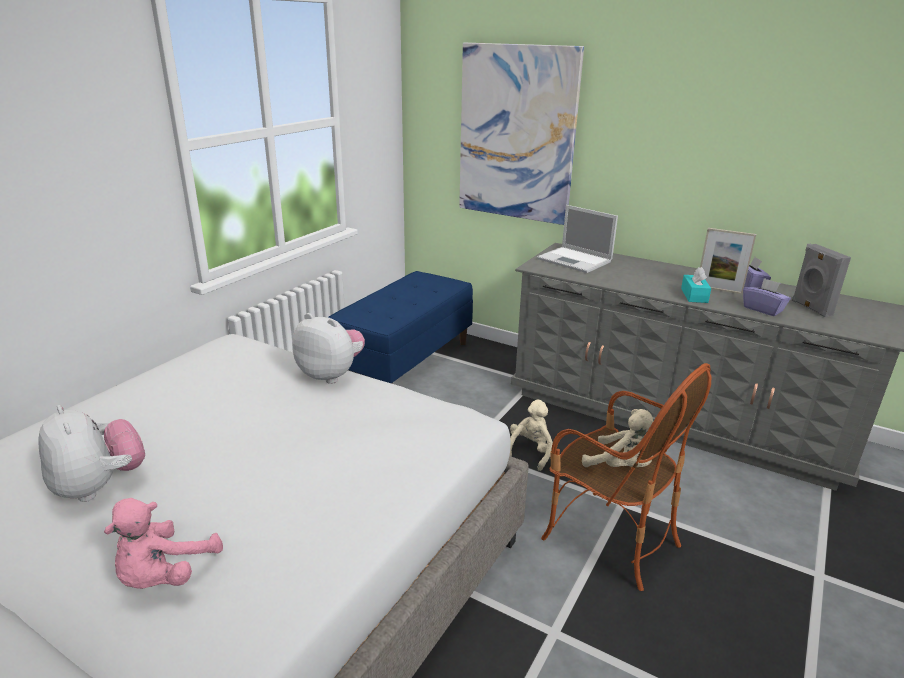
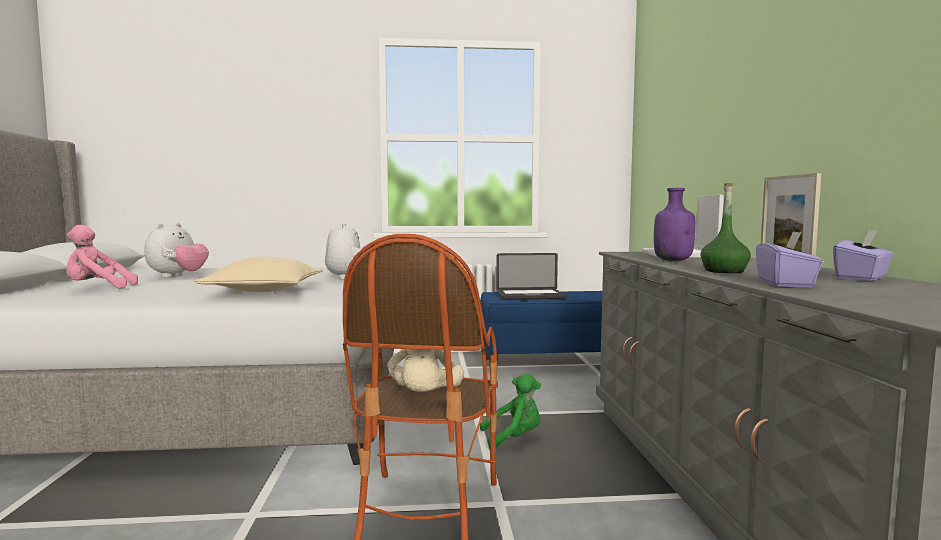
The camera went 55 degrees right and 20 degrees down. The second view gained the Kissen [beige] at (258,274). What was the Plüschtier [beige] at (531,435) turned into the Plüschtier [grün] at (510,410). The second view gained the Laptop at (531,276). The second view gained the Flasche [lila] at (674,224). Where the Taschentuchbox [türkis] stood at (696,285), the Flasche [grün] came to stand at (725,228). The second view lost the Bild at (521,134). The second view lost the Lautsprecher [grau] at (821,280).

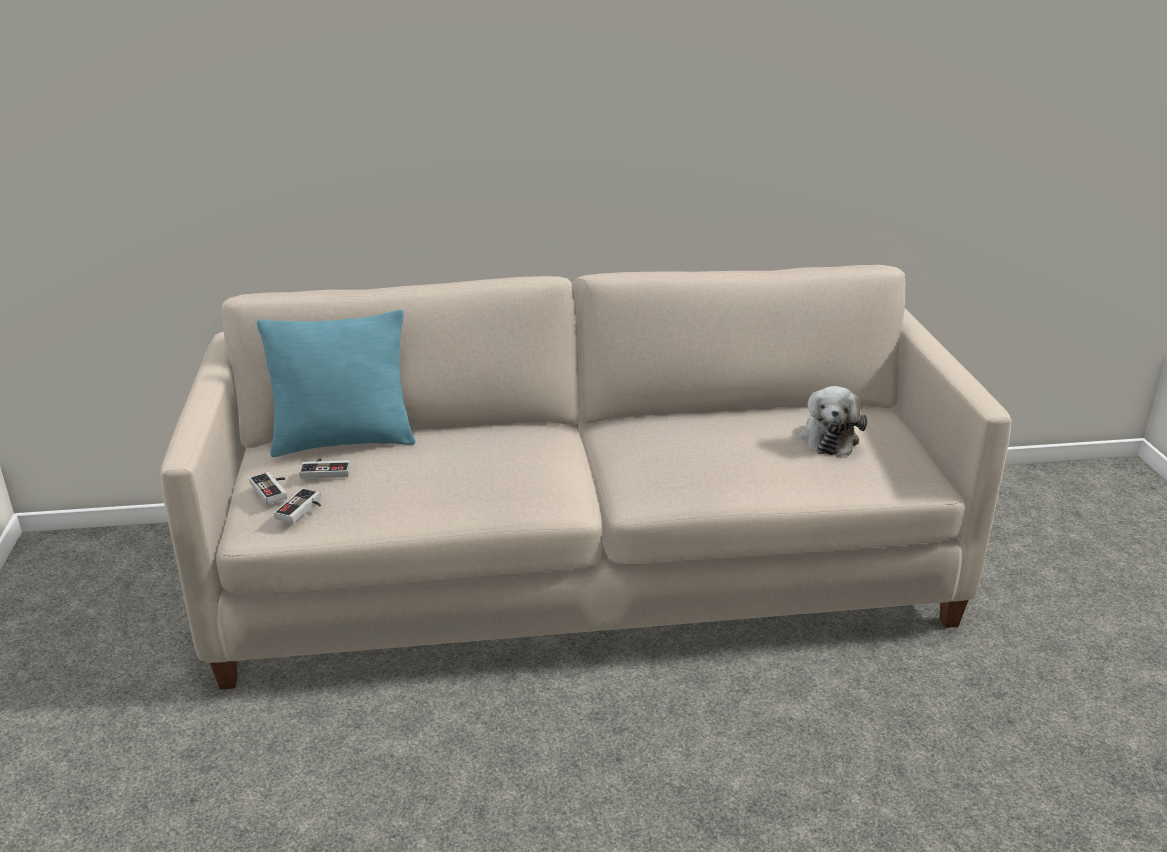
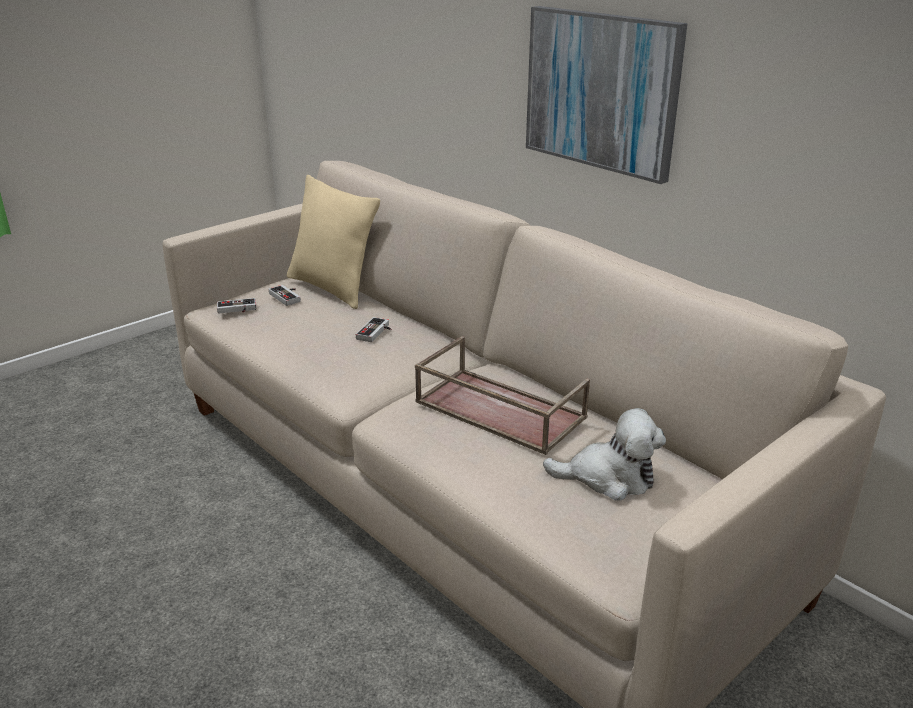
The camera went 55 degrees right and 0 degrees up. What was the Kissen [türkis] at (336,383) turned into the Kissen [beige] at (333,242). The Gamepad ended up elsewhere, having gone from (268,488) to (373,329). The second view gained the Tablett [braun] at (502,395). The second view gained the Bild at (607,95). The Plüschtier at (832,421) ended up facing another way, 150 degrees counterclockwise from before.

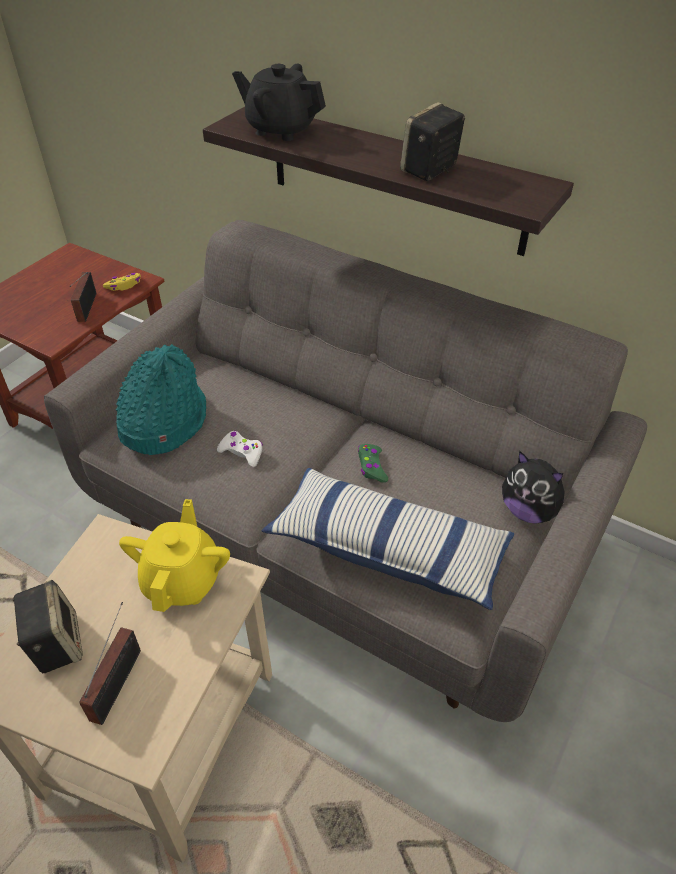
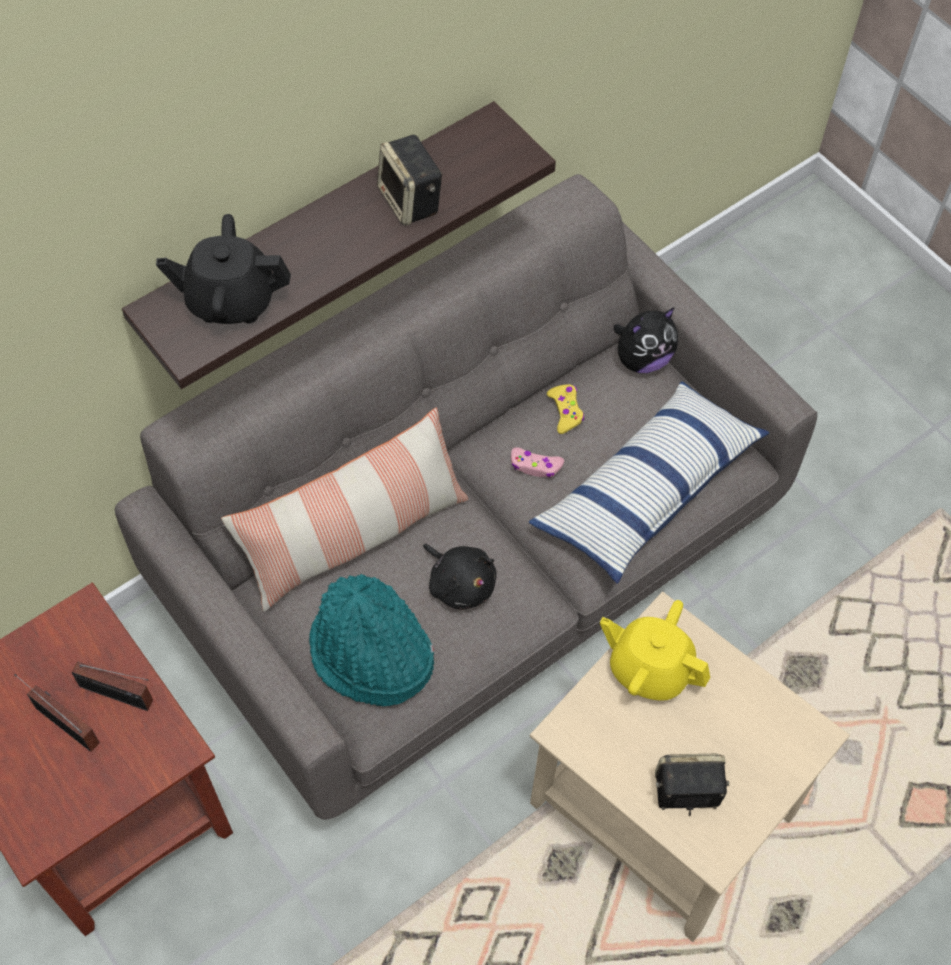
The camera went 70 degrees left and 15 degrees up. The Radio ended up elsewhere, having gone from (110,663) to (57,713). The Teekanne [schwarz] at (279,102) ended up facing another way, 45 degrees clockwise from before. The second view gained the Kissen at (345,510). Where the Gamepad [weiß] stood at (240,449), the Plüschtier [schwarz] came to stand at (459,577). What was the Gamepad [grün] at (373,463) turned into the Gamepad [rosa] at (537,462). The Gamepad [gelb] ended up elsewhere, having gone from (122,282) to (565,409).

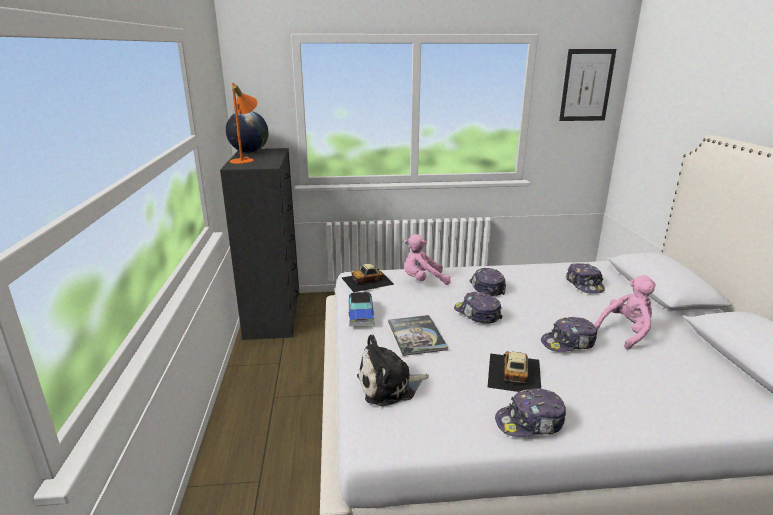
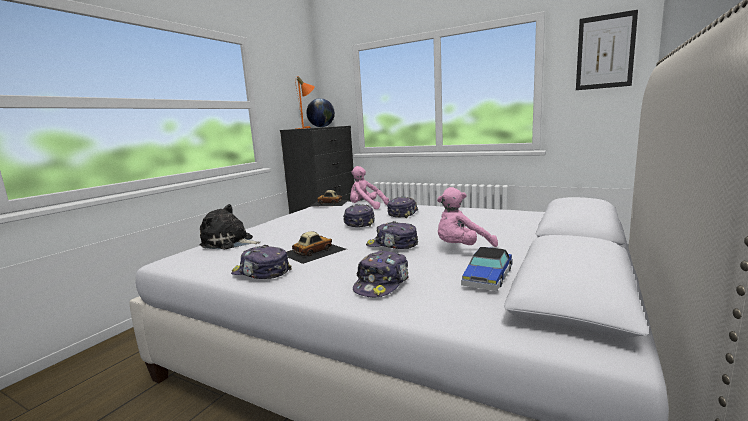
The camera went 35 degrees right and 10 degrees down. The Kappe ended up elsewhere, having gone from (585,278) to (381,273). The Plüschtier [rosa] at (625,312) ended up facing another way, 150 degrees clockwise from before. The Spielzeugauto ended up elsewhere, having gone from (361,309) to (487,269). The second view lost the Buch at (418,335).

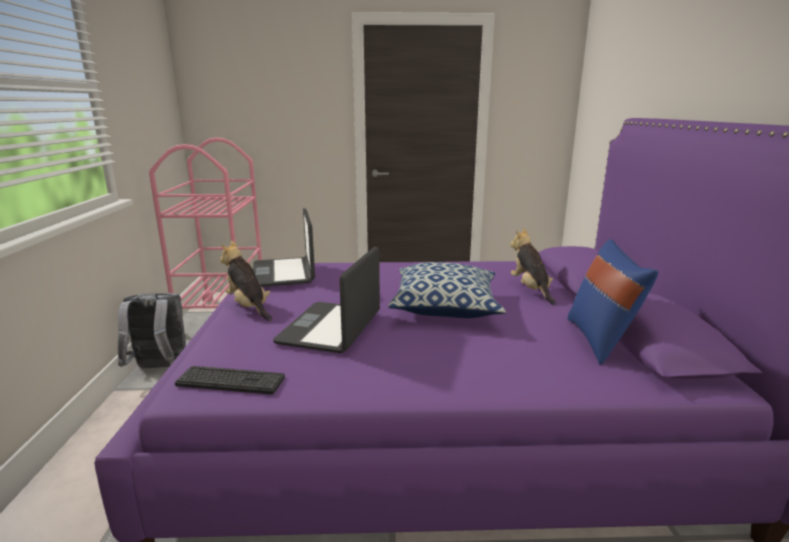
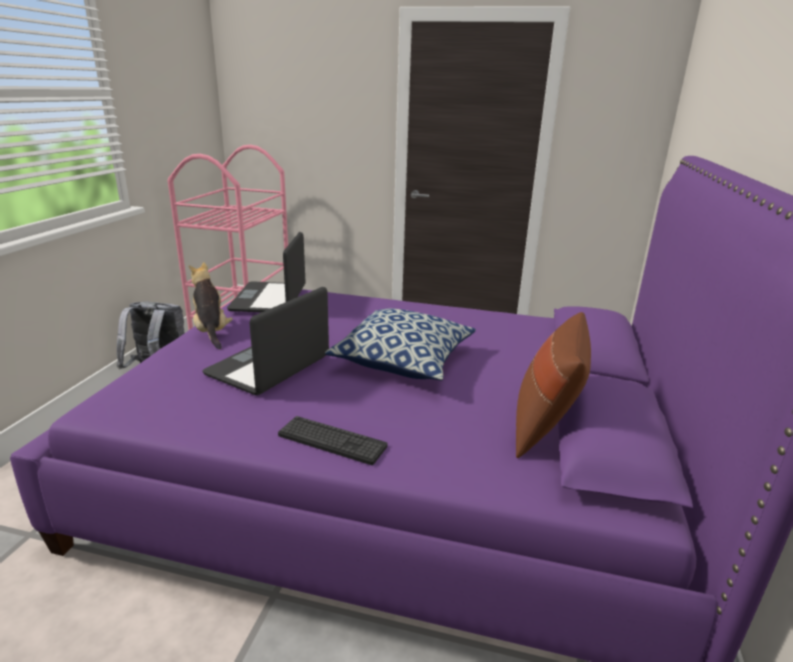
The camera went 15 degrees right and 5 degrees up. The Tastatur ended up elsewhere, having gone from (230,380) to (332,440). What was the Kissen [blau] at (613,302) turned into the Kissen [braun] at (553,385). The second view lost the Plüschtier at (533,266).

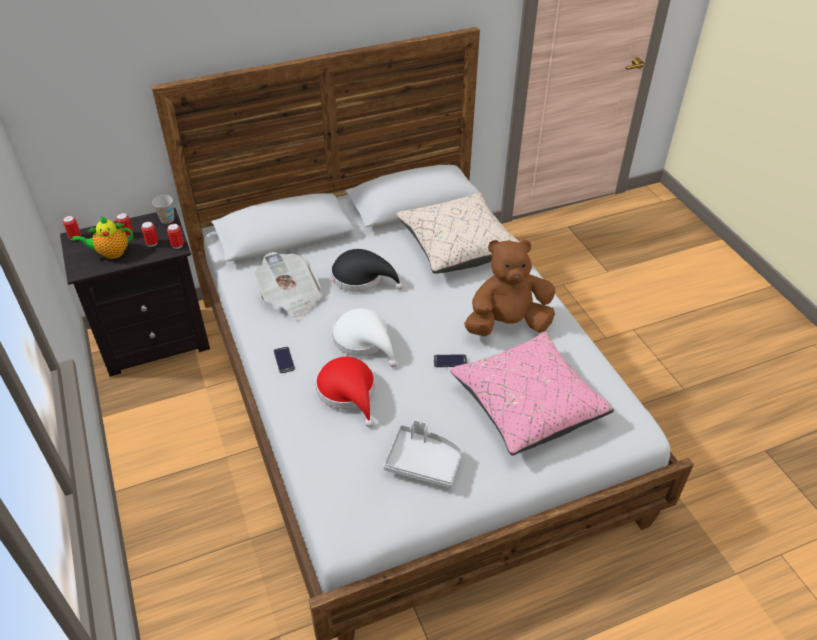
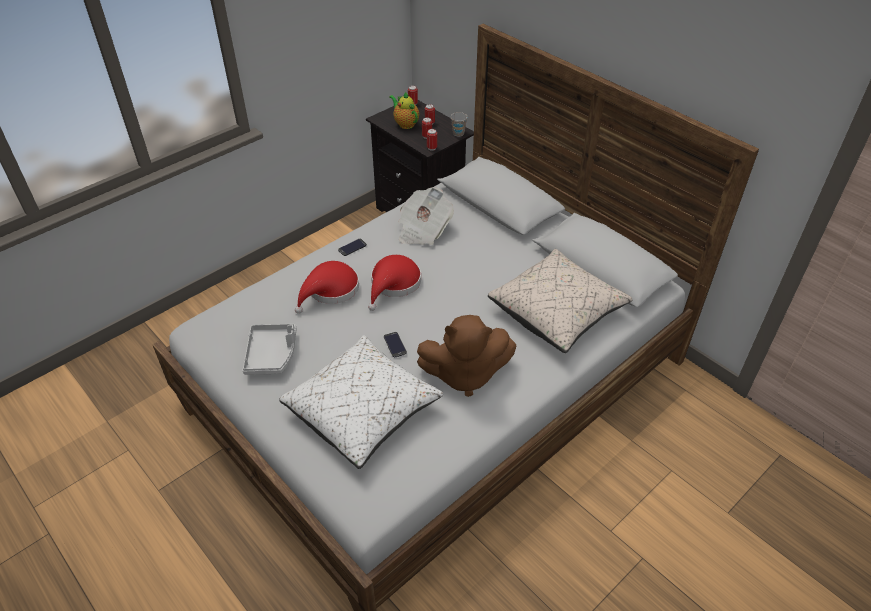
The camera went 70 degrees right and 0 degrees up. What was the Kissen [rosa] at (532,393) turned into the Kissen [weiß] at (361,402). What was the Hut [weiß] at (364,337) turned into the Hut [rot] at (394,283). The Plüschtier [braun] at (509,287) ended up facing another way, 120 degrees clockwise from before. The second view lost the Hut [schwarz] at (367,270).

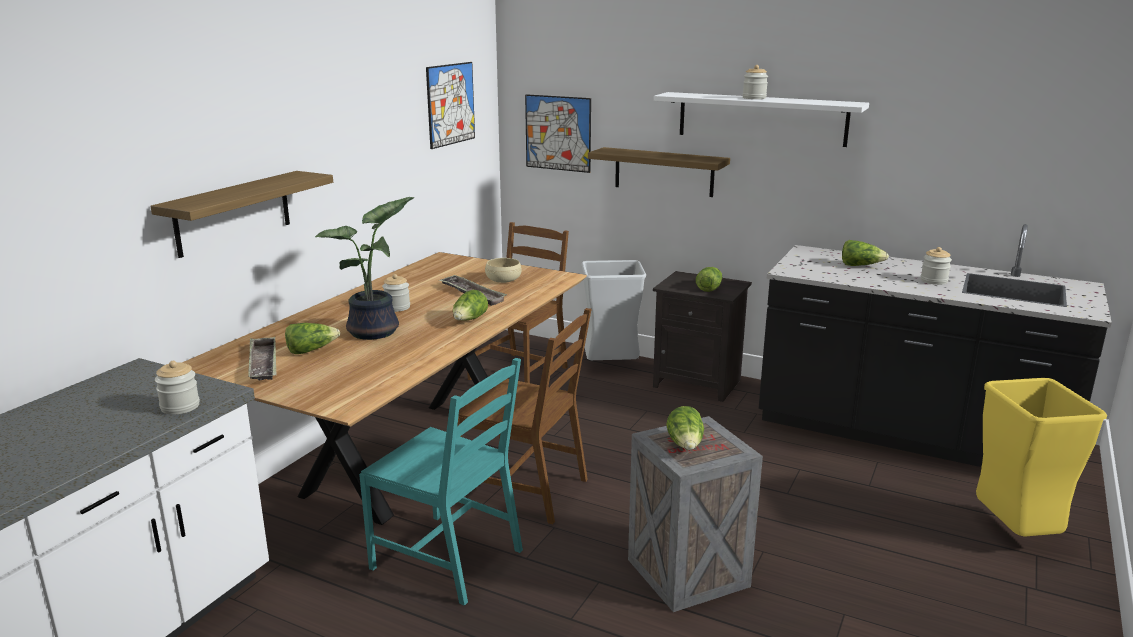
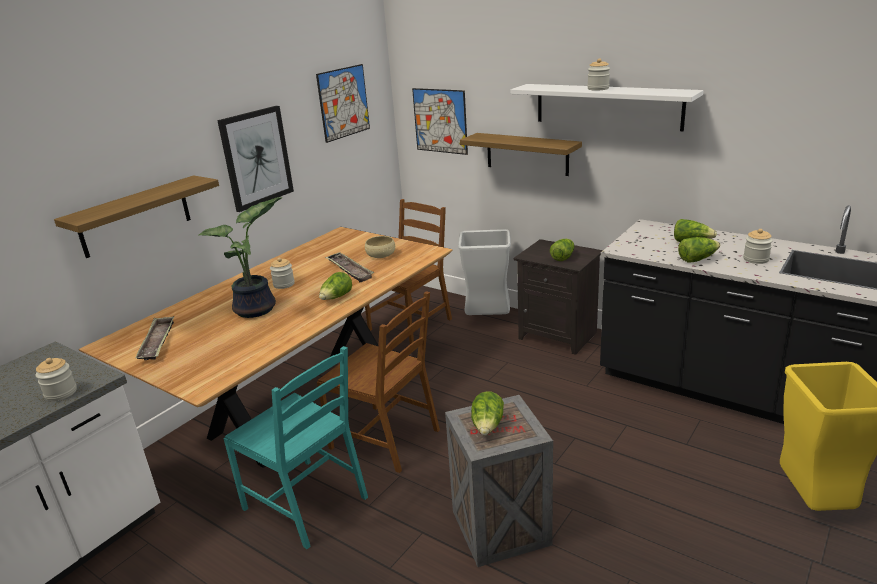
The camera went 10 degrees right and 5 degrees up. The second view gained the Bild at (255,159). The Salatkopf ended up elsewhere, having gone from (312,338) to (699,250).

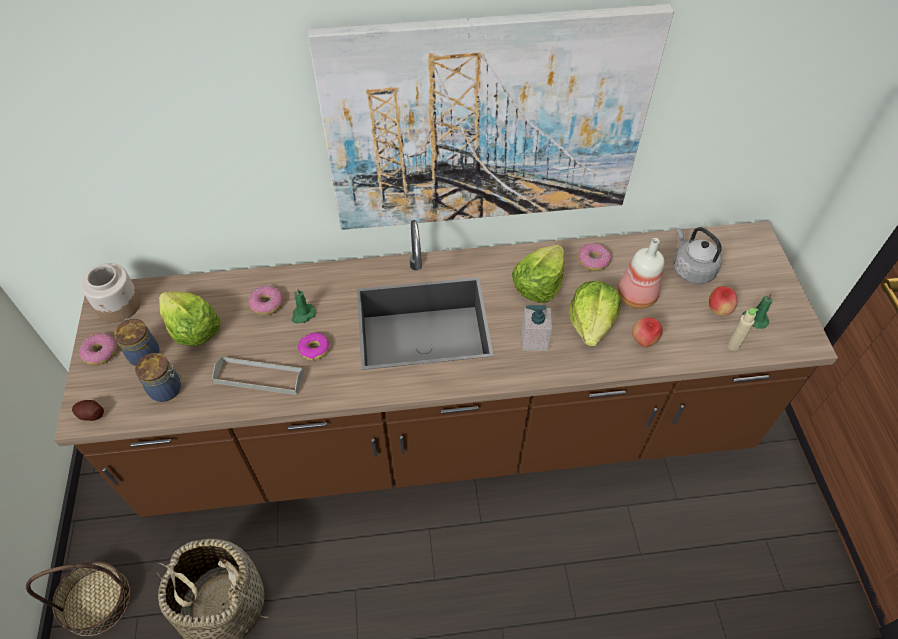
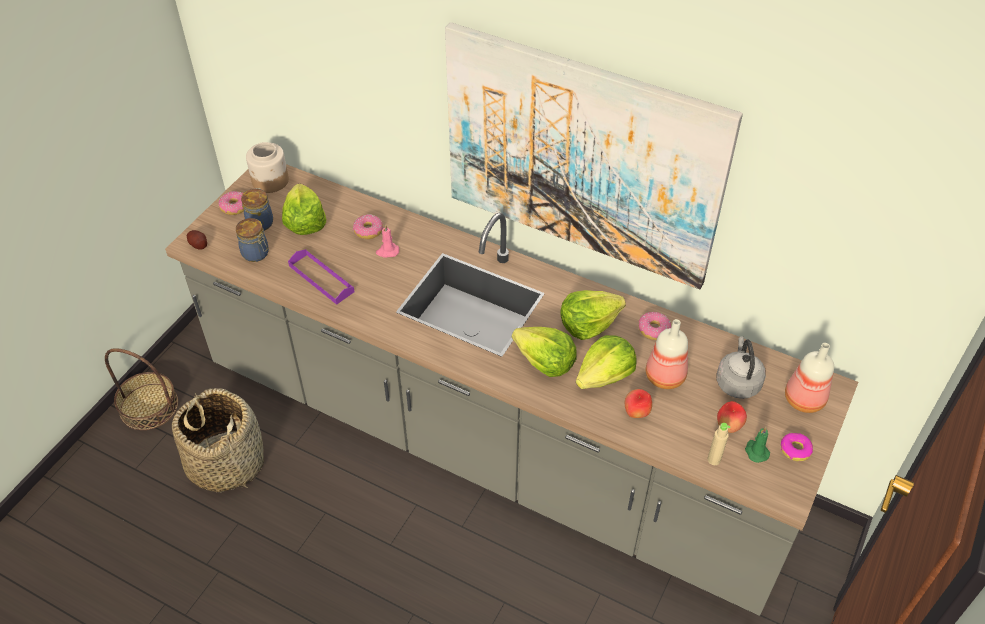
The camera went 35 degrees right and 5 degrees down. What was the Küchenzeile [braun] at (446,368) turned into the Küchenzeile [grau] at (511,390). What was the Tablett [grau] at (258,375) turned into the Tablett [lila] at (321,277). What was the Kerze [grün] at (304,305) turned into the Kerze [rosa] at (387,241). Where the Seifenspender stood at (537,328), the Salatkopf came to stand at (544,352). The Donut ended up elsewhere, having gone from (313,346) to (797,447). The second view gained the Flasche at (809,378).

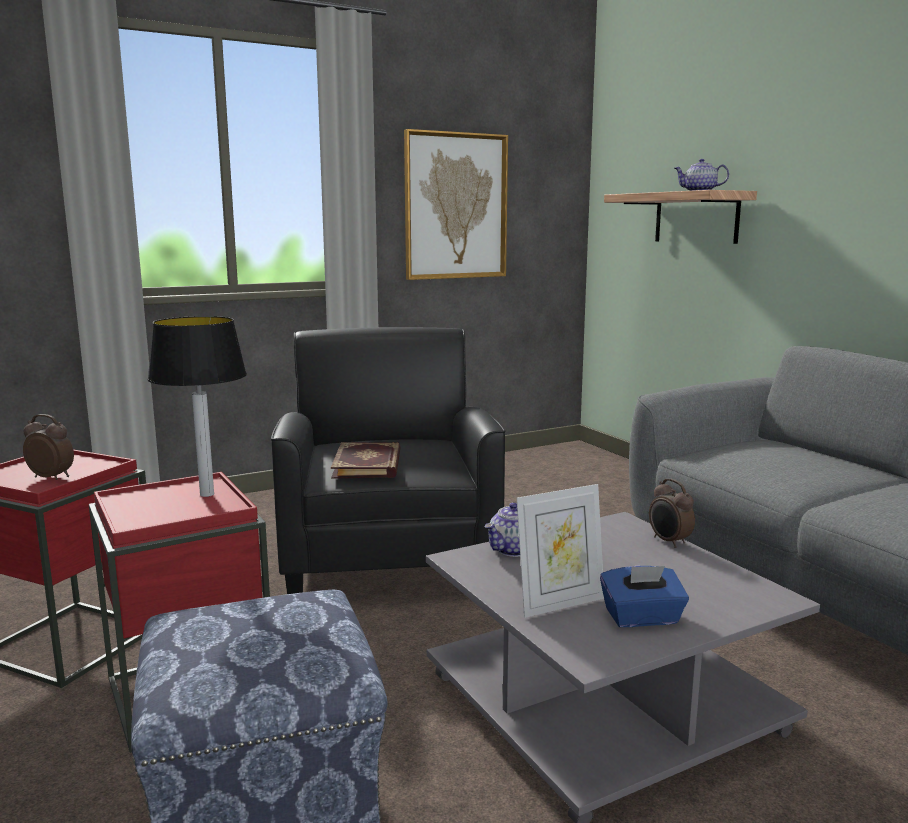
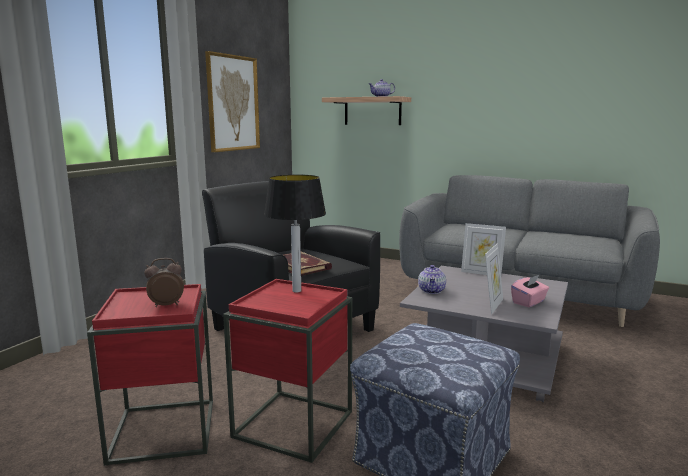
The camera went 35 degrees left and 0 degrees up. Where the Wecker stood at (672,513), the Bilderrahmen came to stand at (483,249). What was the Taschentuchbox [blau] at (644,596) turned into the Taschentuchbox [rosa] at (530,291).

